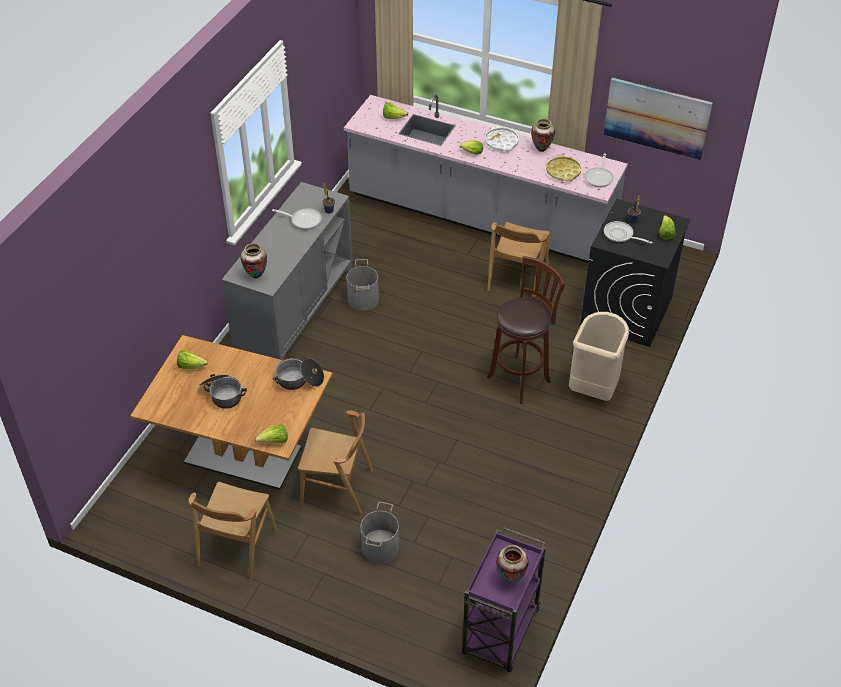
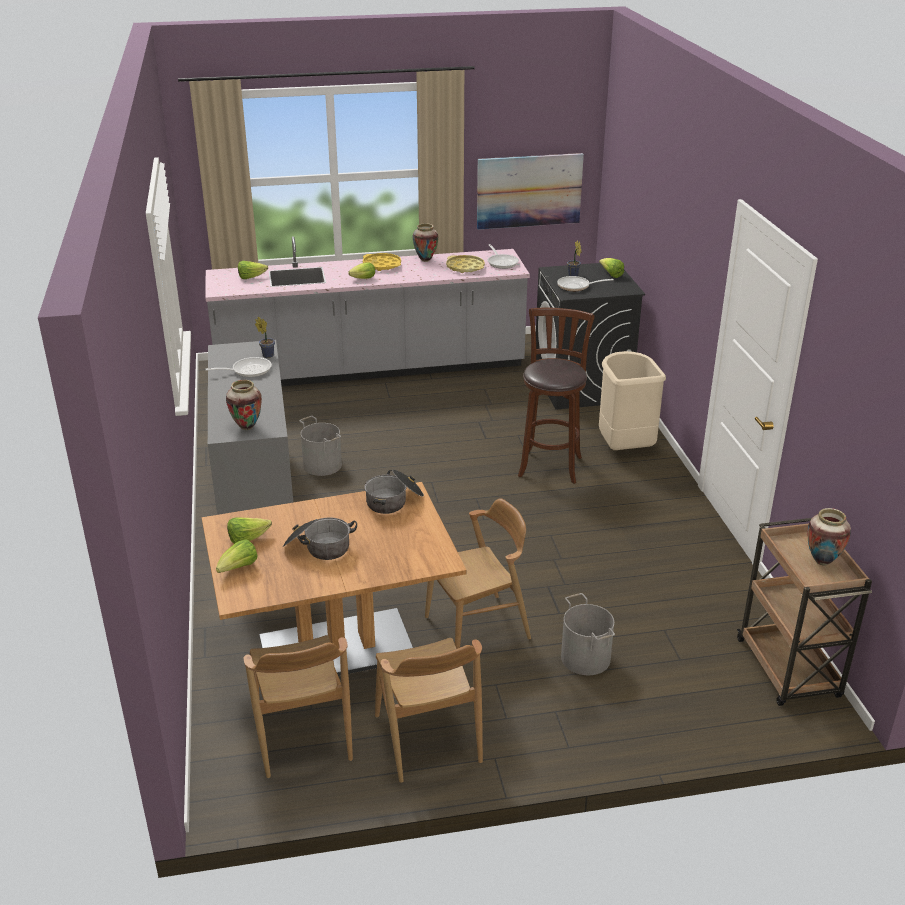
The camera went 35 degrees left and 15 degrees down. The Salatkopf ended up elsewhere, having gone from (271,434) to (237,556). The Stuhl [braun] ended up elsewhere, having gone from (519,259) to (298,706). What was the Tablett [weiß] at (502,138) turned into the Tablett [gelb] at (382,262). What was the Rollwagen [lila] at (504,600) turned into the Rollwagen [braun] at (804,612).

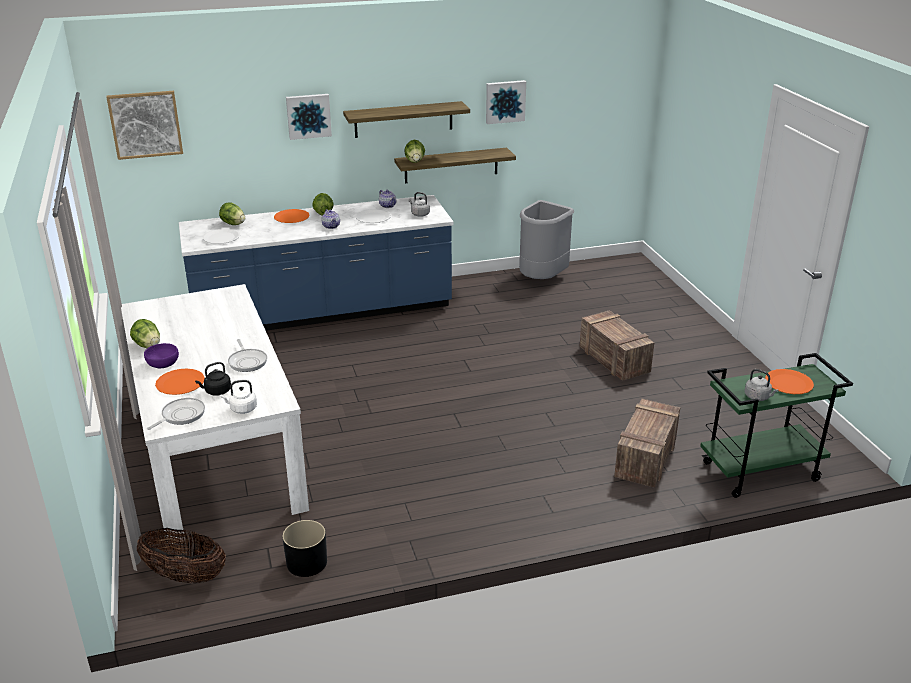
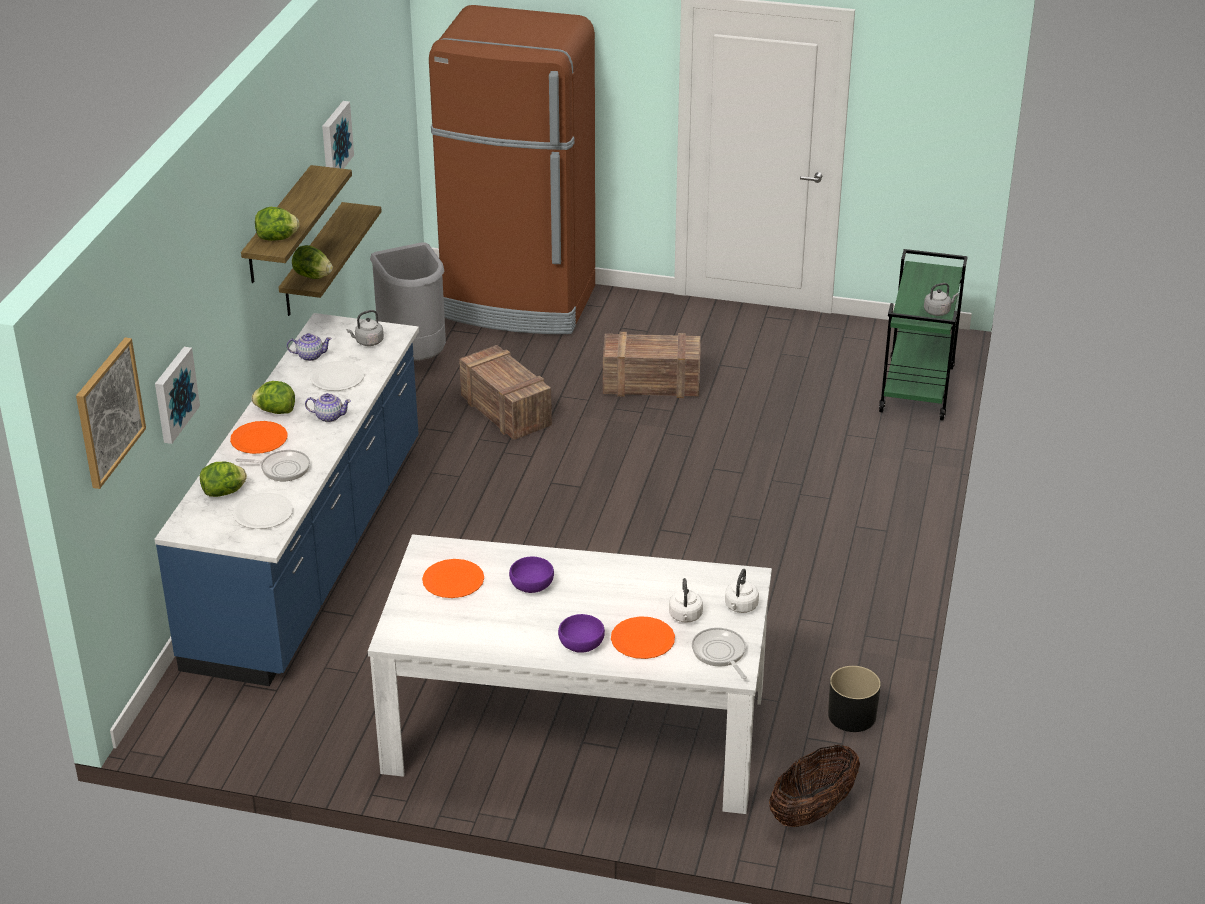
The camera went 60 degrees left and 5 degrees up. The Bild ended up elsewhere, having gone from (309,117) to (177,395). The Pfanne ended up elsewhere, having gone from (247,355) to (272,465). The Salatkopf ended up elsewhere, having gone from (145,333) to (277,224). The Teller [orange] ended up elsewhere, having gone from (789,381) to (453,578). The second view gained the Kühlschrank [braun] at (512,169). The Kiste ended up elsewhere, having gone from (647,443) to (505,392). The second view gained the Schüssel [lila] at (531,575). What was the Wasserkessel [schwarz] at (213,379) turned into the Wasserkessel [weiß] at (686,600).

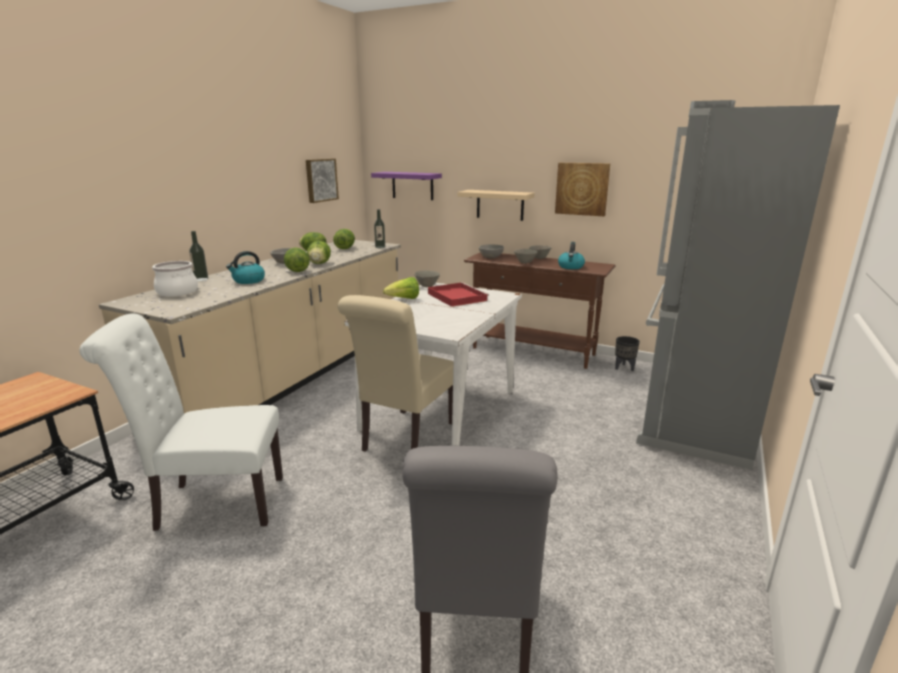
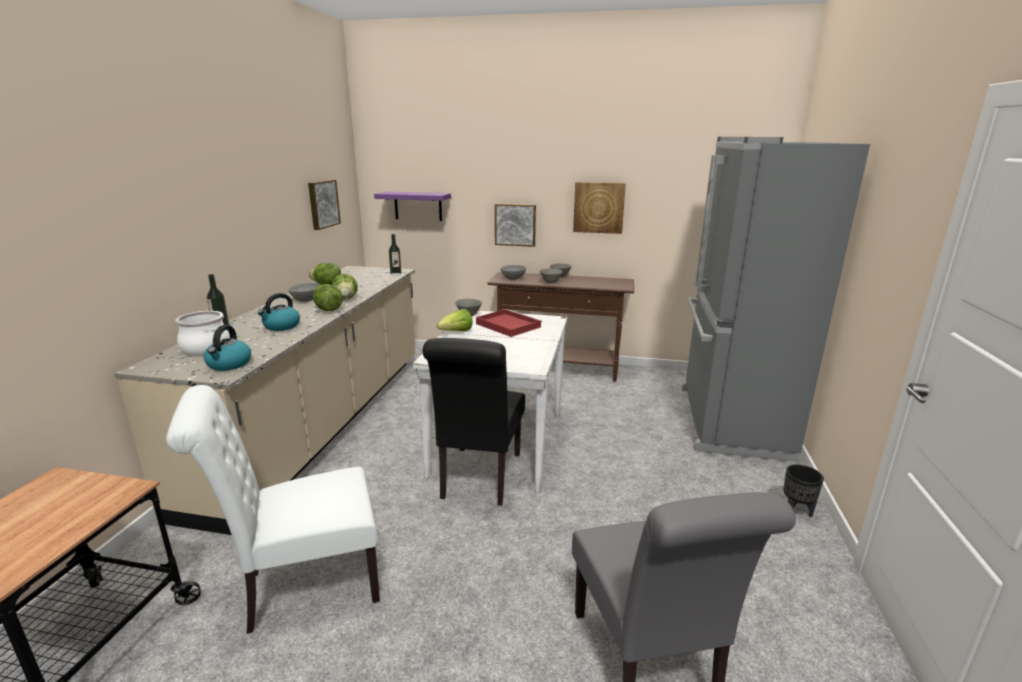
The camera went 15 degrees left and 0 degrees up. The Wasserkessel ended up elsewhere, having gone from (571,255) to (227,348). What was the Stuhl [beige] at (396,373) turned into the Stuhl [schwarz] at (474,422). Where the Wandregal [beige] hung at (496,205), the Bild came to hang at (515,225). The Pflanzkübel [schwarz] ended up elsewhere, having gone from (627,353) to (803,490). The second view lost the Salatkopf at (344,239).

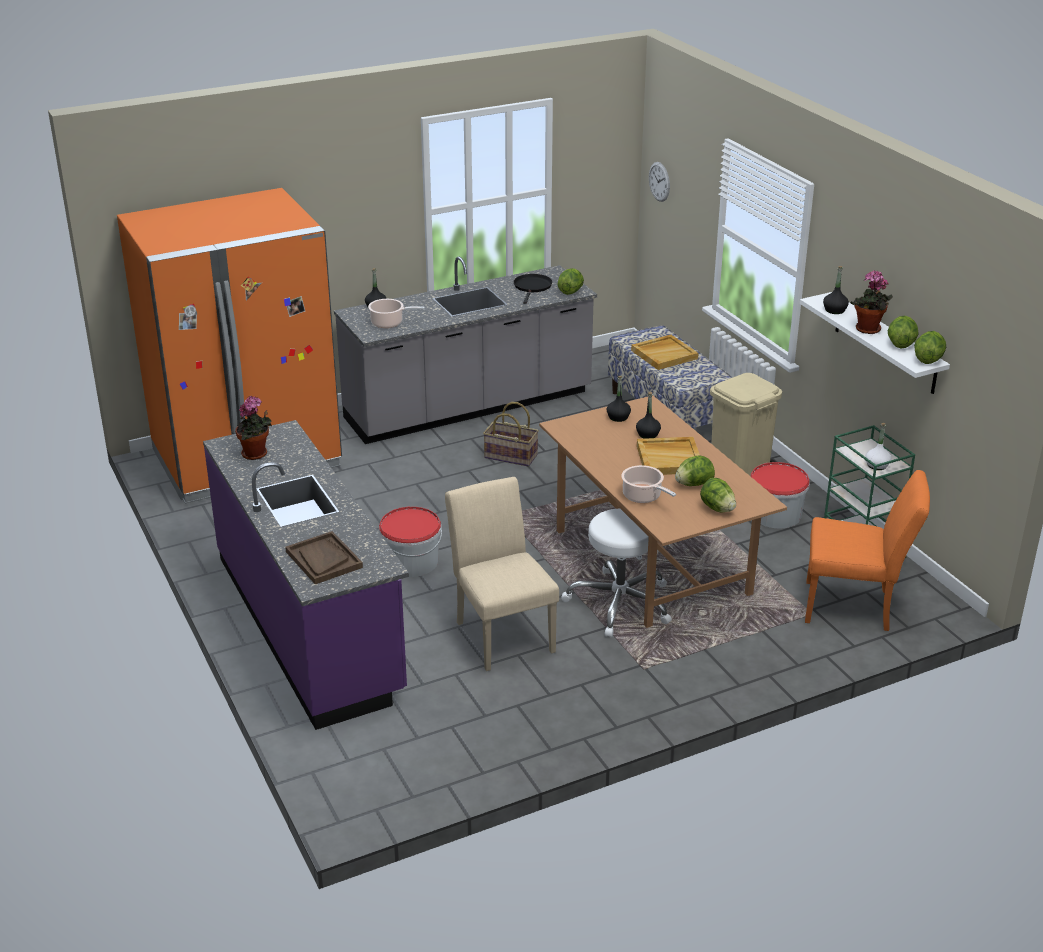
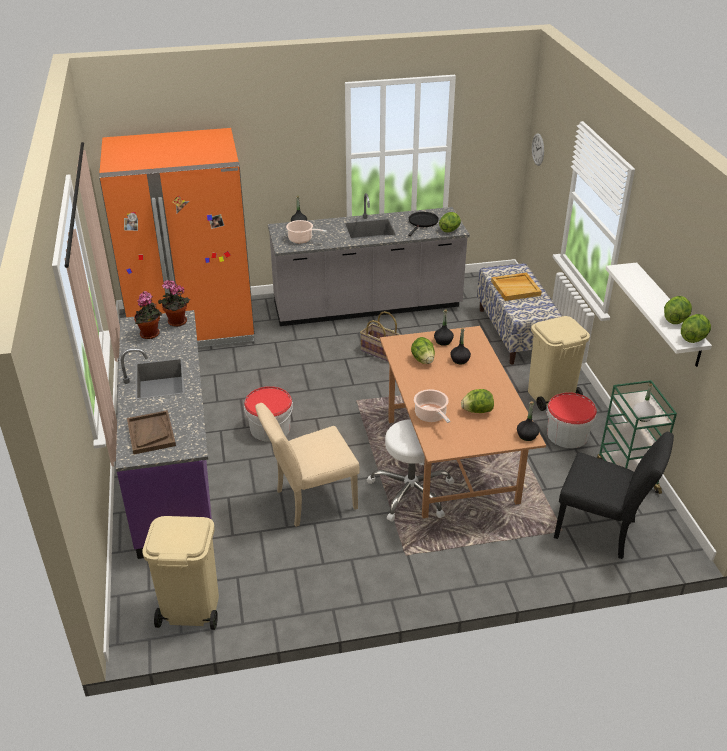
The camera went 15 degrees right and 5 degrees up. The second view gained the Mülleimer [beige] at (180,573). The Topfpflanze ended up elsewhere, having gone from (871,302) to (174,303). The Stuhl [beige] at (502,574) ended up facing another way, 105 degrees counterclockwise from before. The Salatkopf ended up elsewhere, having gone from (718,495) to (423,350). The Flasche [schwarz] ended up elsewhere, having gone from (836,290) to (528,421). What was the Stuhl [orange] at (867,550) turned into the Stuhl [schwarz] at (614,495). The second view lost the Tablett [beige] at (668,456).

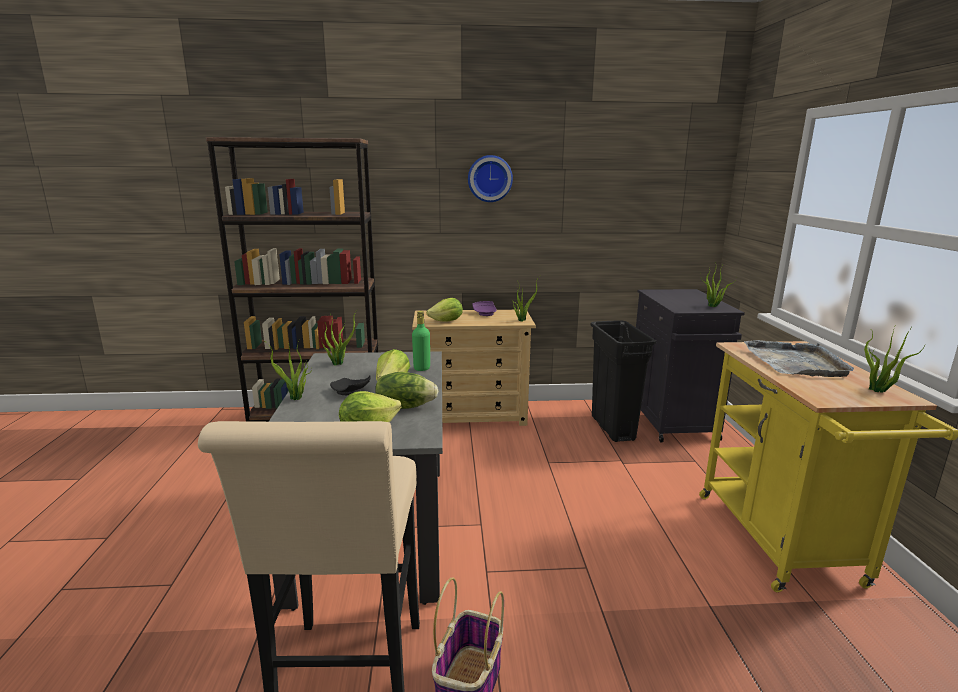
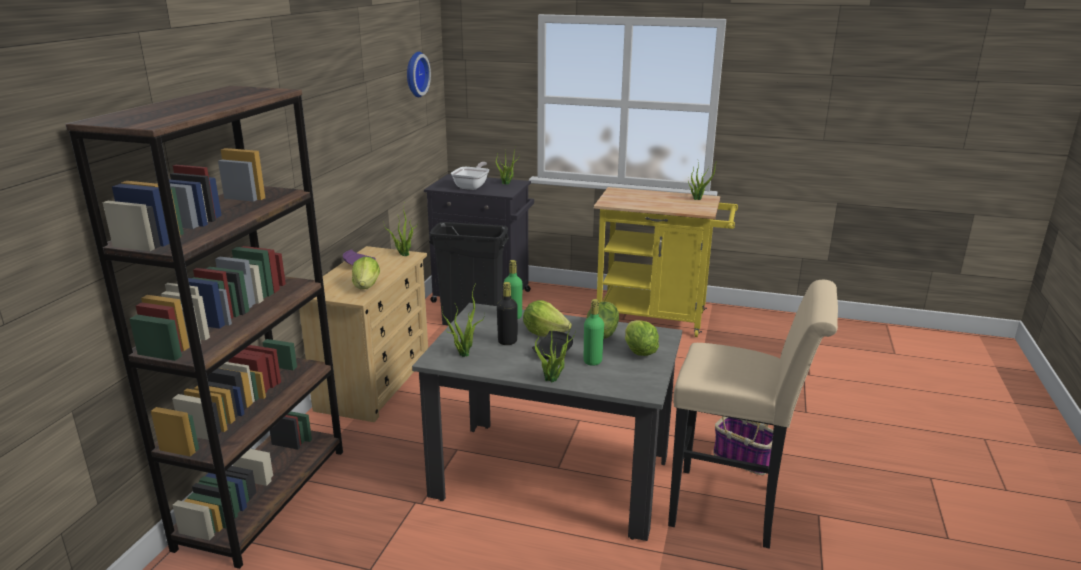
The camera went 70 degrees left and 5 degrees up. The Wanduhr ended up elsewhere, having gone from (490,178) to (419,74). The second view gained the Pfanne at (470,176). The second view gained the Flasche [schwarz] at (507,313). The second view gained the Flasche [grün] at (594,332). The second view lost the Tablett [grau] at (799,358).

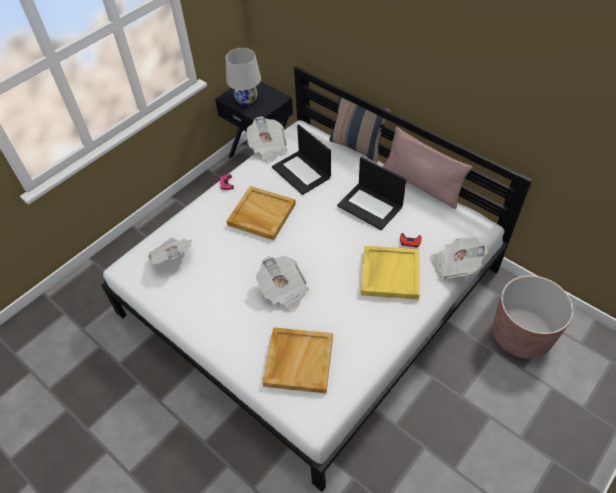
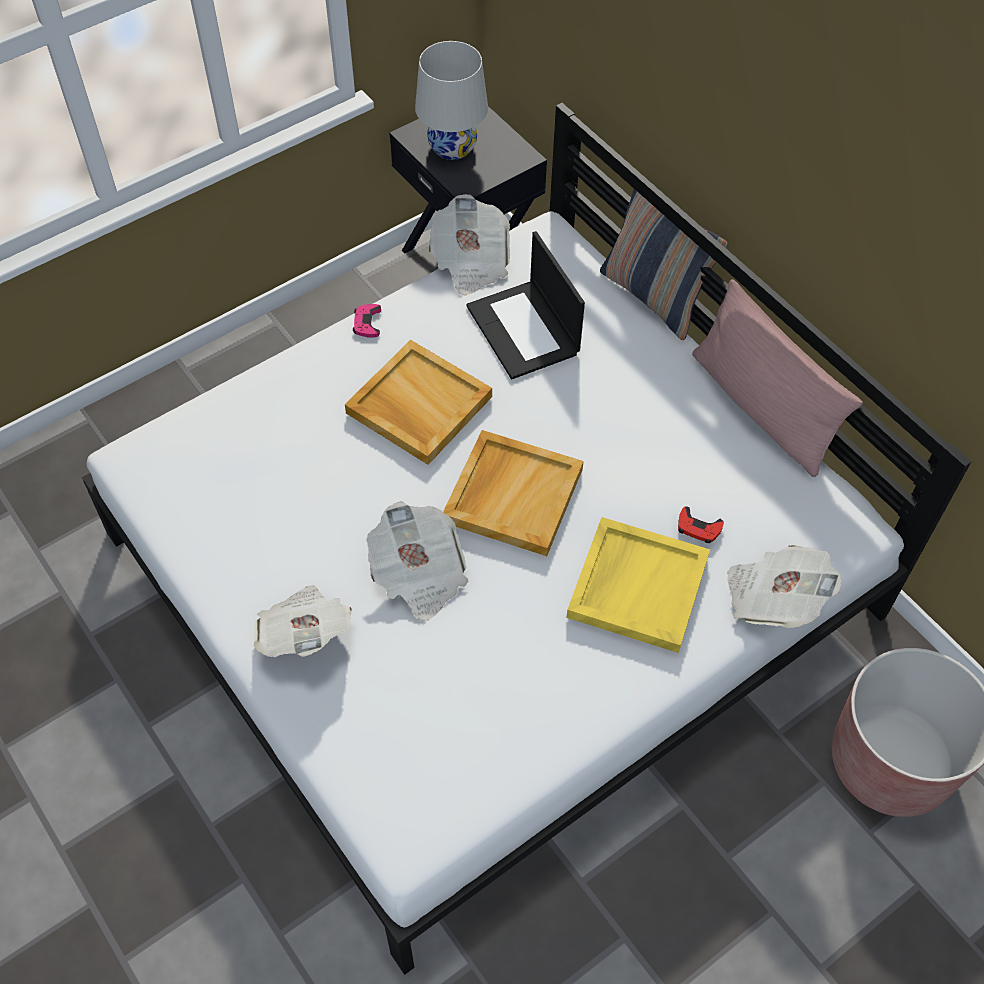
The camera went 10 degrees right and 5 degrees up. The Zeitung ended up elsewhere, having gone from (170,251) to (303,621). The Tablett [beige] ended up elsewhere, having gone from (298,360) to (513,493). The second view lost the Laptop at (371,193).

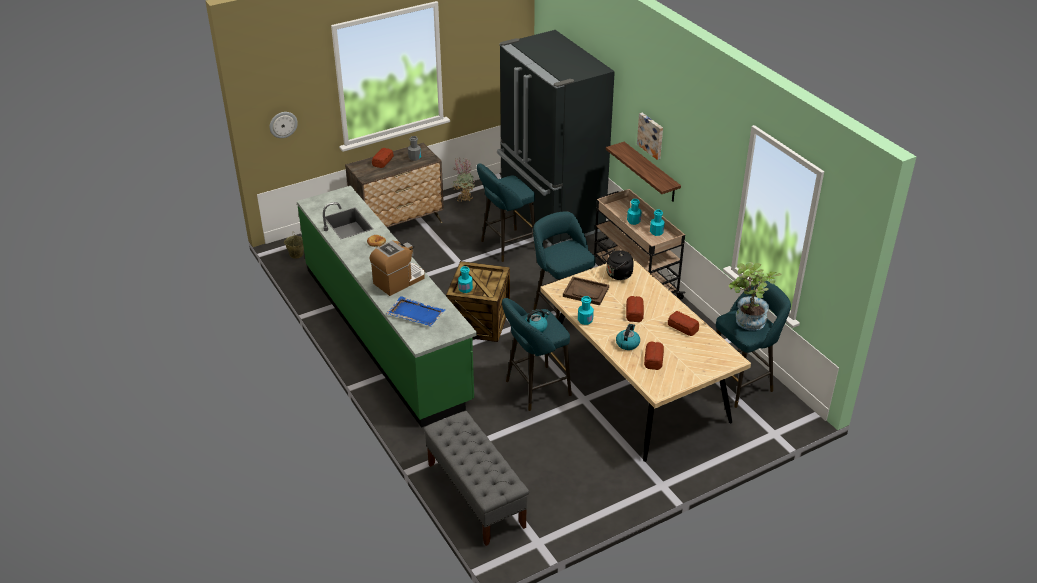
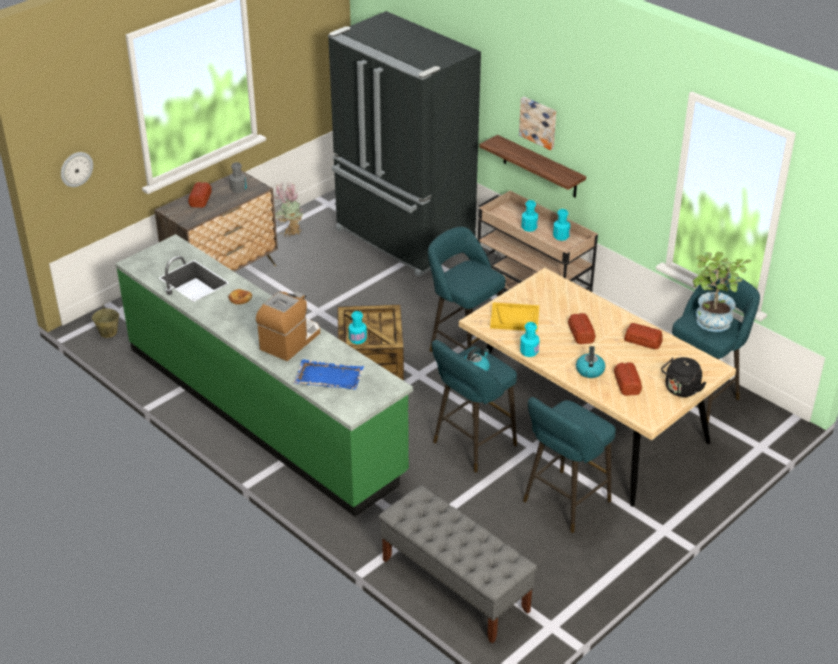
The camera went 15 degrees left and 0 degrees up. What was the Tablett [braun] at (586,291) turned into the Tablett [gelb] at (514,316). The Hocker [türkis] ended up elsewhere, having gone from (506,212) to (569,465). The Wasserkessel [schwarz] ended up elsewhere, having gone from (618,264) to (683,377).

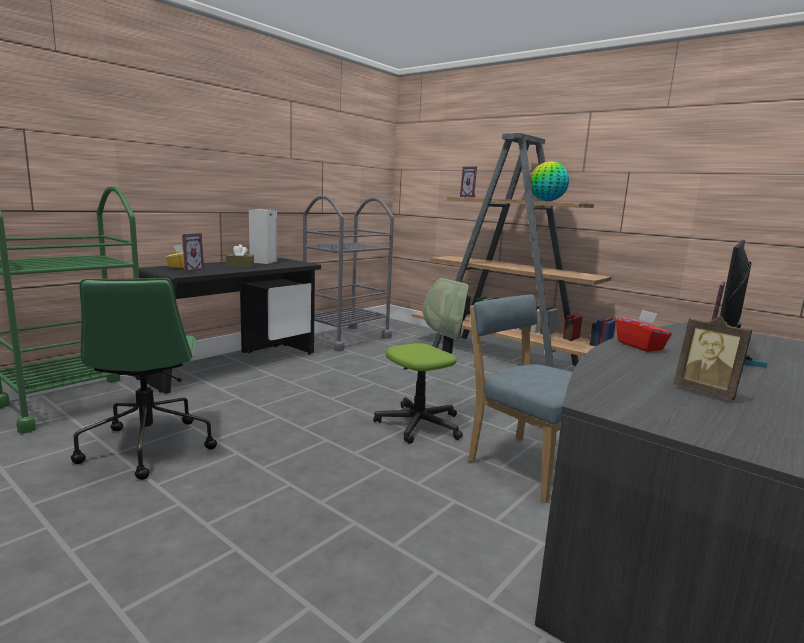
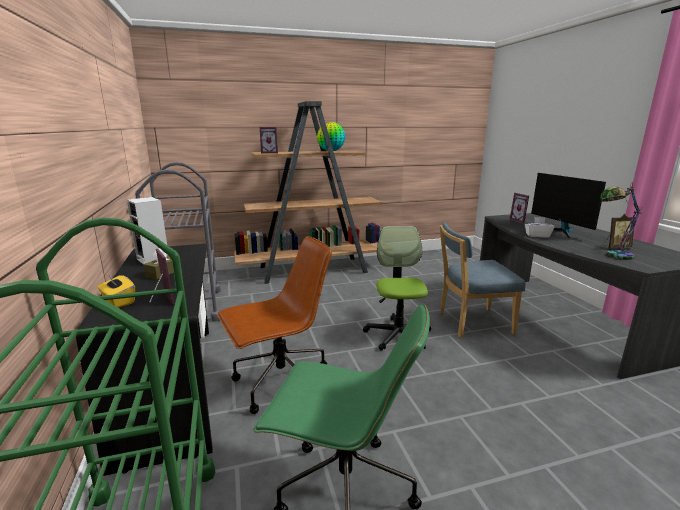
The camera went 55 degrees left and 5 degrees up. The second view gained the Bürostuhl [braun] at (274,325). What was the Taschentuchbox [rot] at (644,330) turned into the Taschentuchbox [weiß] at (540,227). The second view gained the Tischlampe at (621,221).

